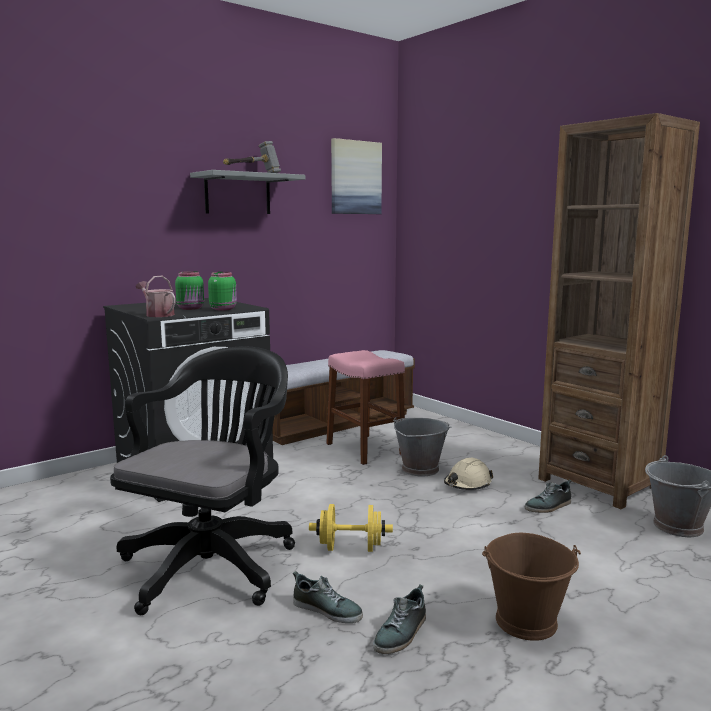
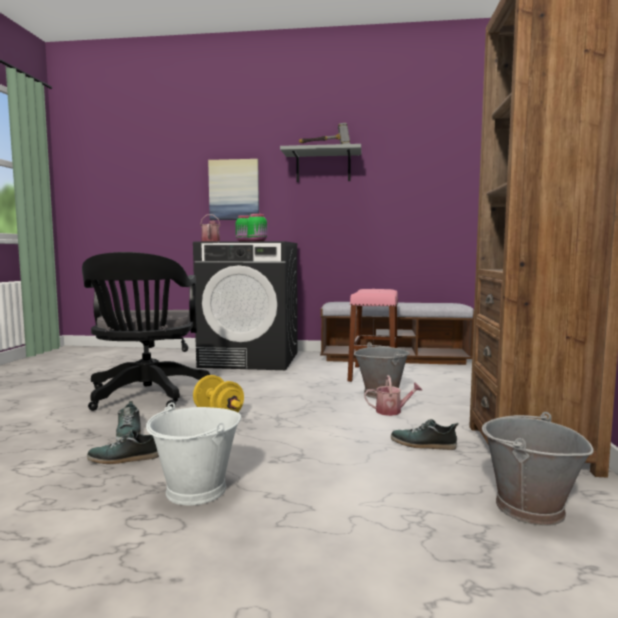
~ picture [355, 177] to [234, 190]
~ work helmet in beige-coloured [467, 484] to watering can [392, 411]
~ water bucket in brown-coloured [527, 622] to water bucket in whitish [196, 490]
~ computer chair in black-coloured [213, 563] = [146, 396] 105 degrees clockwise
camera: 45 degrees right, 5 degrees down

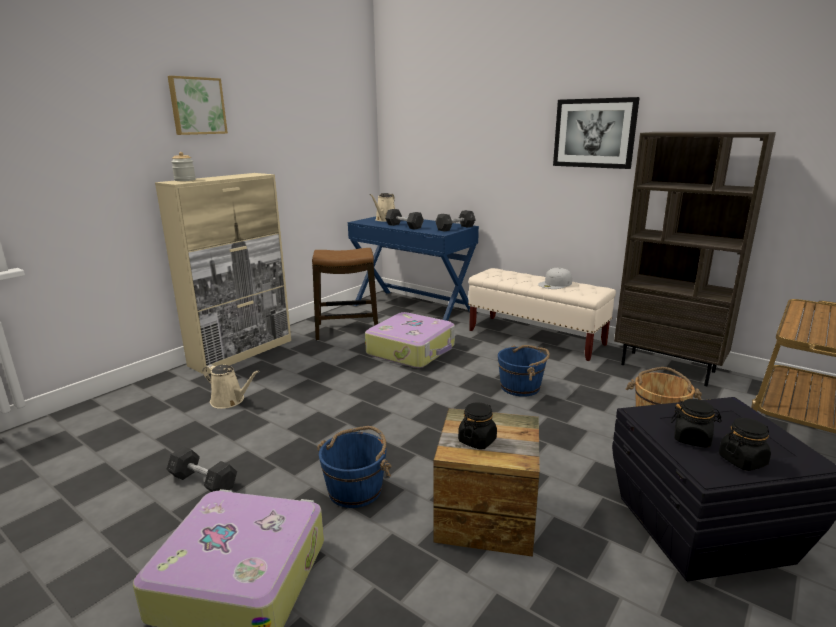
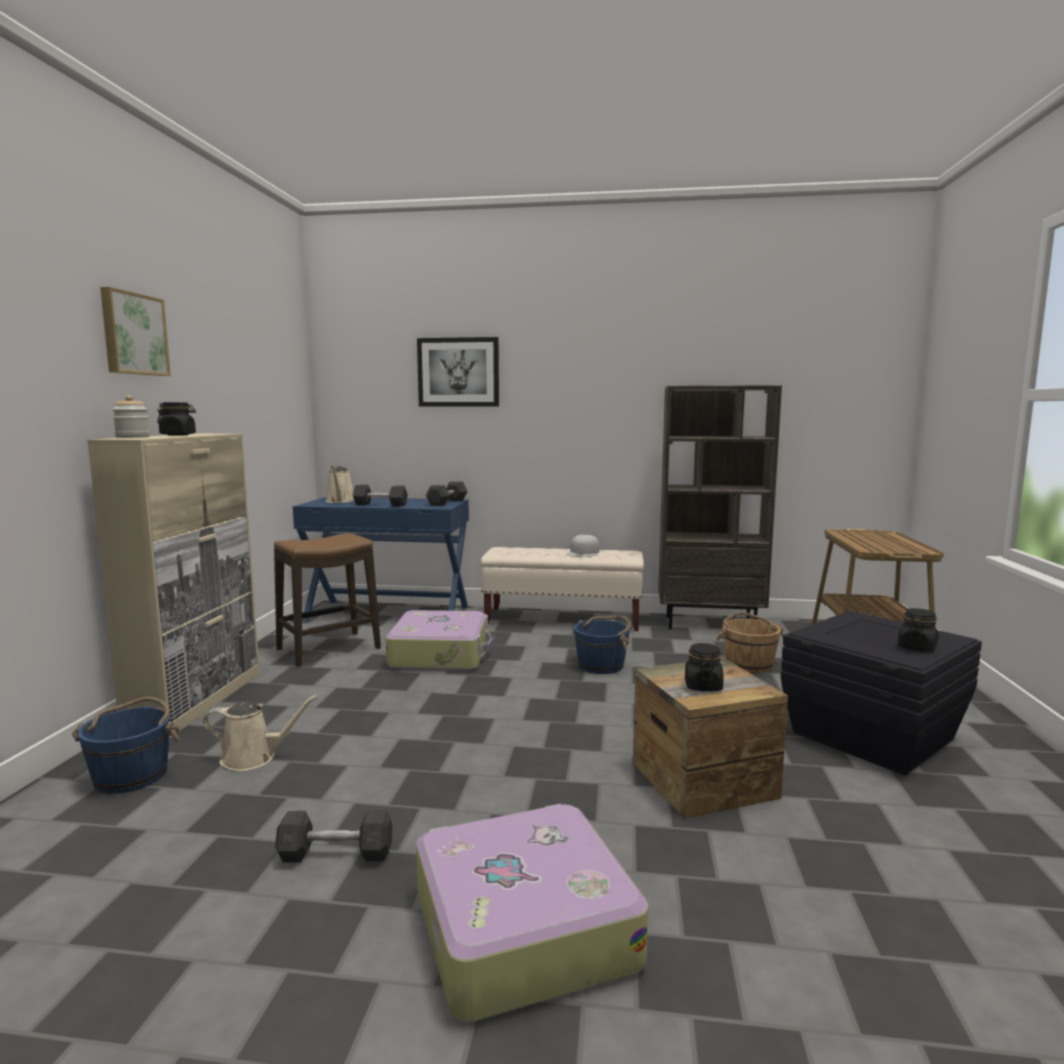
~ water bucket in blue-coloured [356, 489] to [132, 775]
~ picture [594, 133] to [458, 372]
~ preserve jar in black-coloured [692, 439] to [178, 435]
camera: 30 degrees left, 10 degrees down

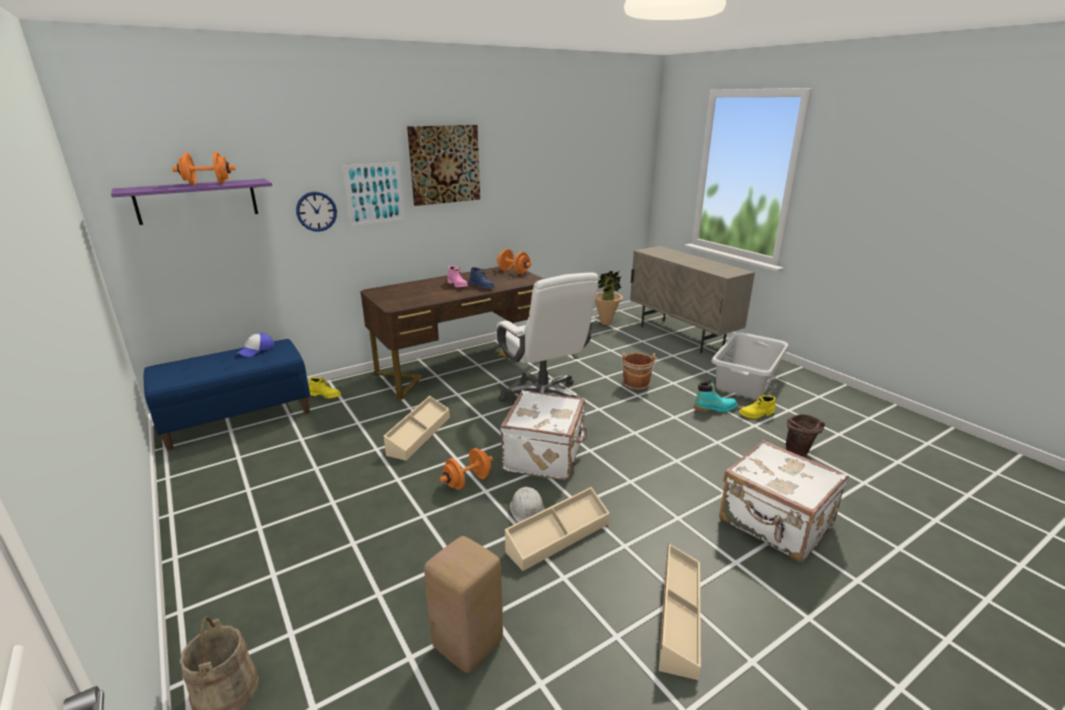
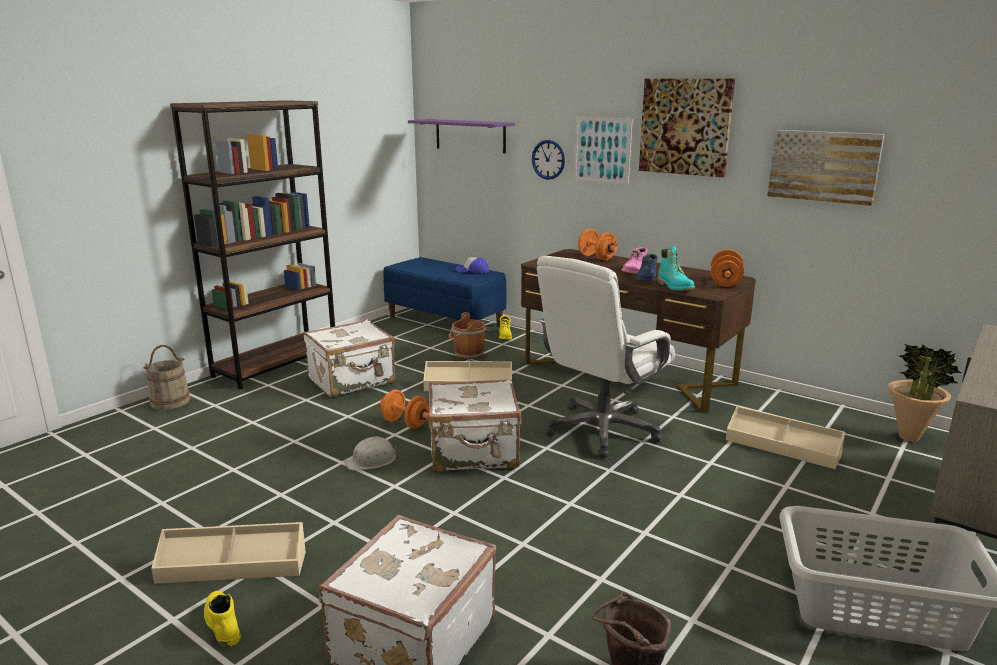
- stool seat in beige-coloured [466, 644]
+ bookshelf in brown-coloured [276, 364]
+ suitcase in whitish [352, 381]
+ picture [823, 166]
~ free weight in orange-coloured [208, 184] to [596, 257]
~ storage box in beige-coloured [557, 536] to [782, 447]
~ water bucket in brown-coloured [636, 385] to [467, 354]
~ high-top boot in blue-green [715, 408] to [675, 287]
~ high-top boot in yellow-coloured [756, 414] to [221, 624]
camera: 70 degrees right, 5 degrees down

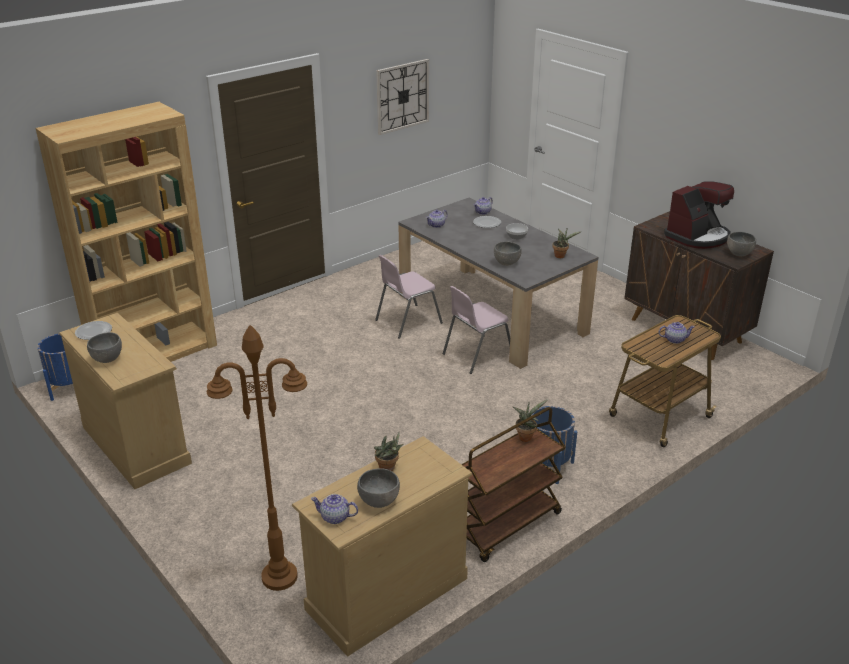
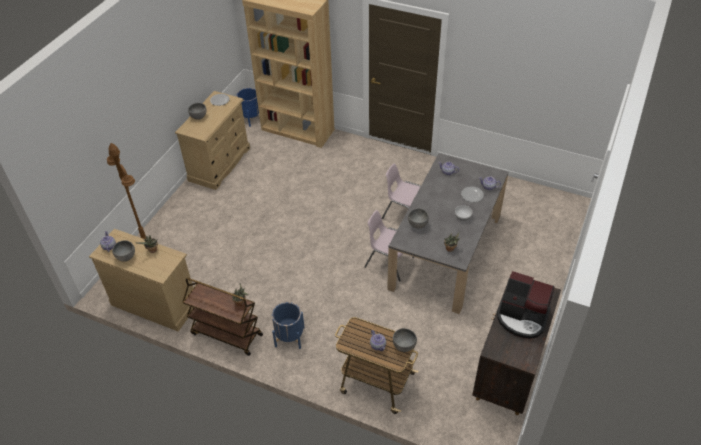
- hanging clock [402, 96]
~ serving bowl in gray [739, 254] to [404, 346]
camera: 65 degrees right, 15 degrees up

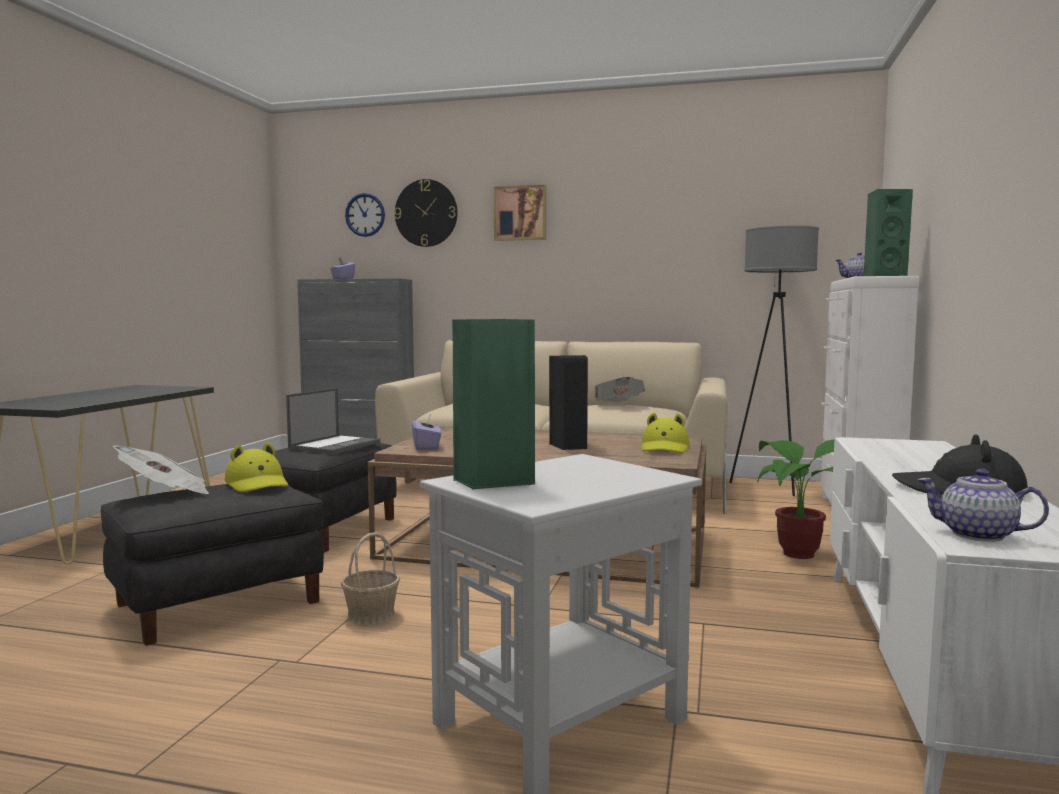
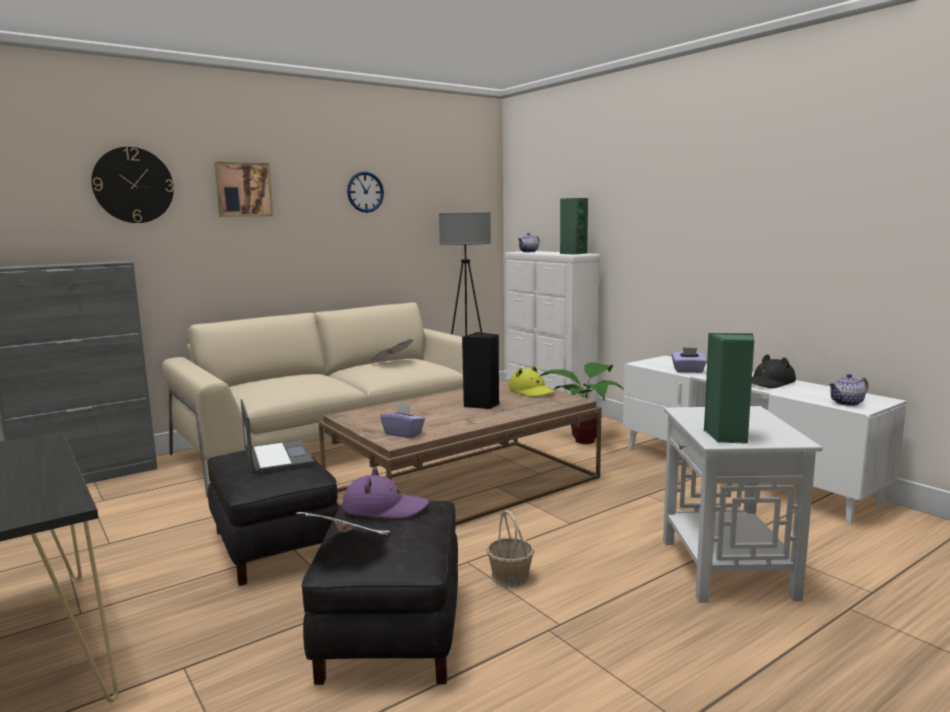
~ box of tissues in purple-coloured [342, 279] to [688, 371]
~ hanging clock [365, 215] to [365, 192]
~ clothing hat in yellow-coloured [258, 484] to clothing hat in purple-coloured [384, 508]
camera: 50 degrees left, 5 degrees up

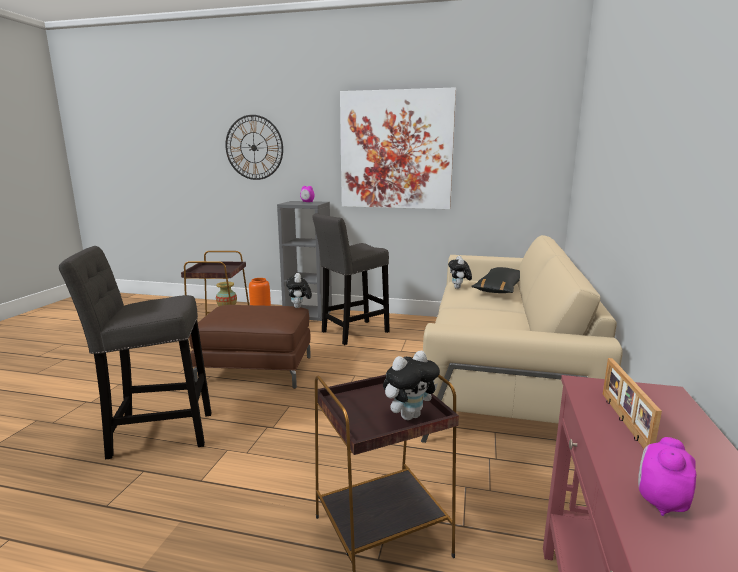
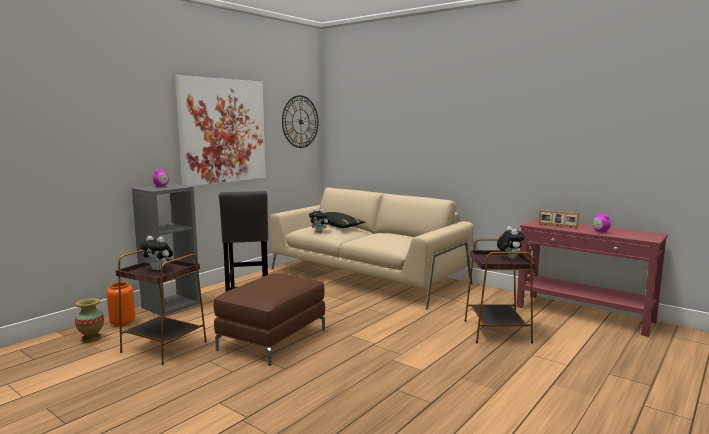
- stool seat in gray [156, 434]
~ hanging clock [254, 147] to [300, 121]
~ soft toy [299, 307] to [158, 269]
camera: 65 degrees left, 5 degrees down

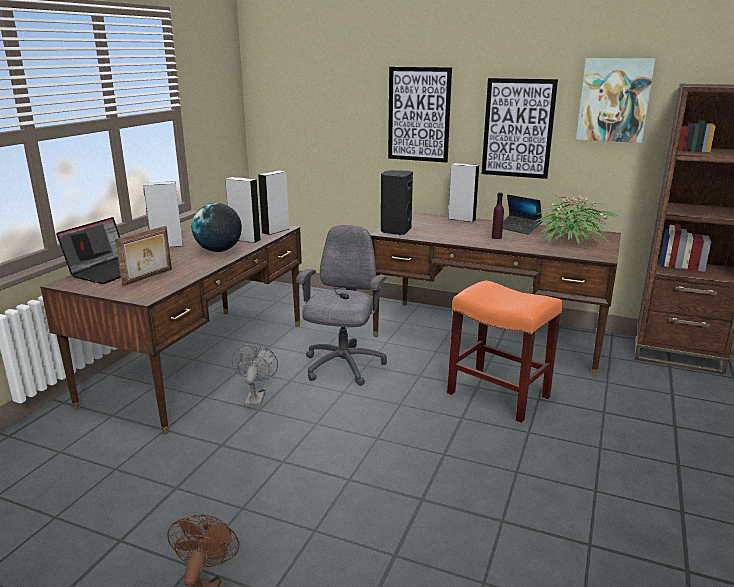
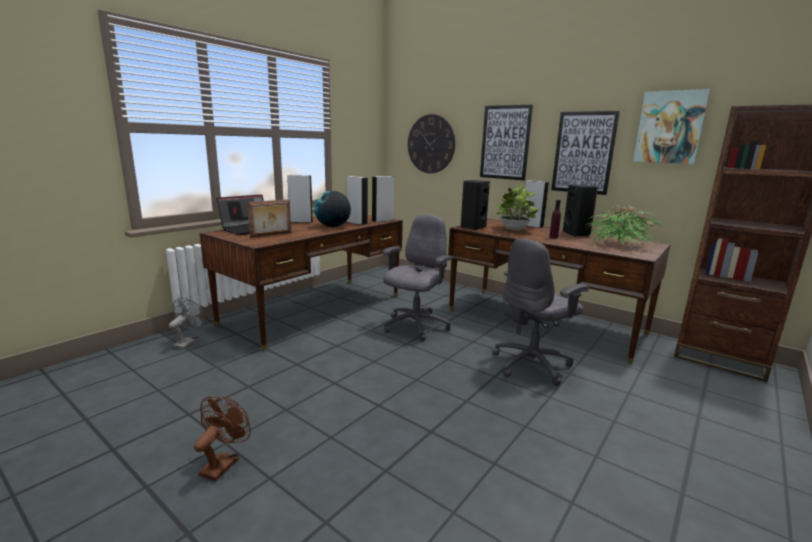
+ hanging clock [431, 144]
+ plant in a pot [514, 230]
~ electric fan in gray [255, 397] to [188, 342]
~ stool seat in orange-coloured [497, 395] to computer chair in gray [532, 365]
~ portable computer [519, 229] to loudspeaker in black-coloured [577, 234]
camera: 15 degrees right, 5 degrees down

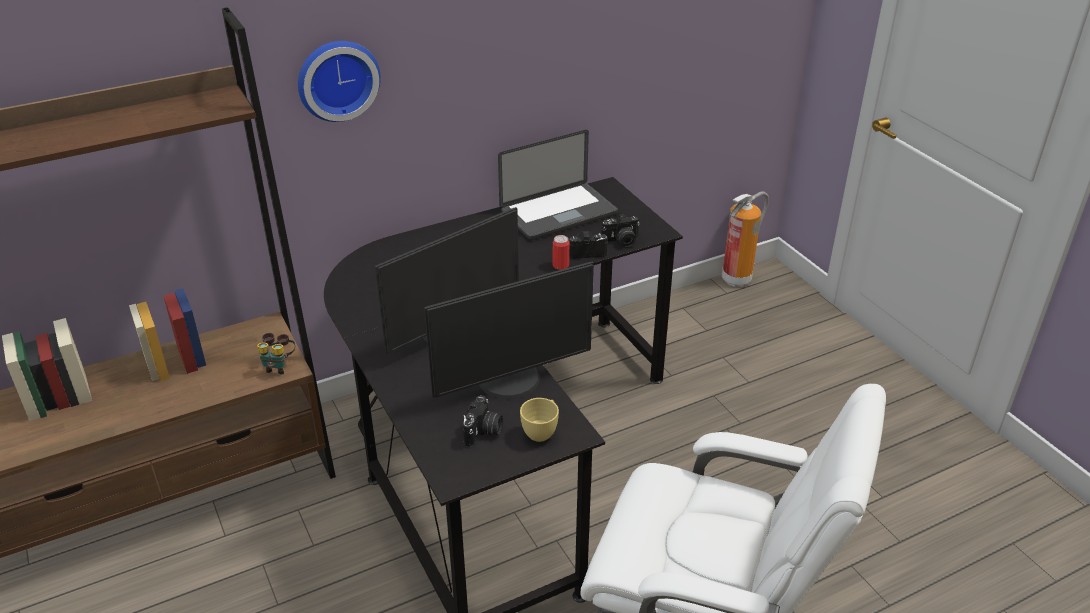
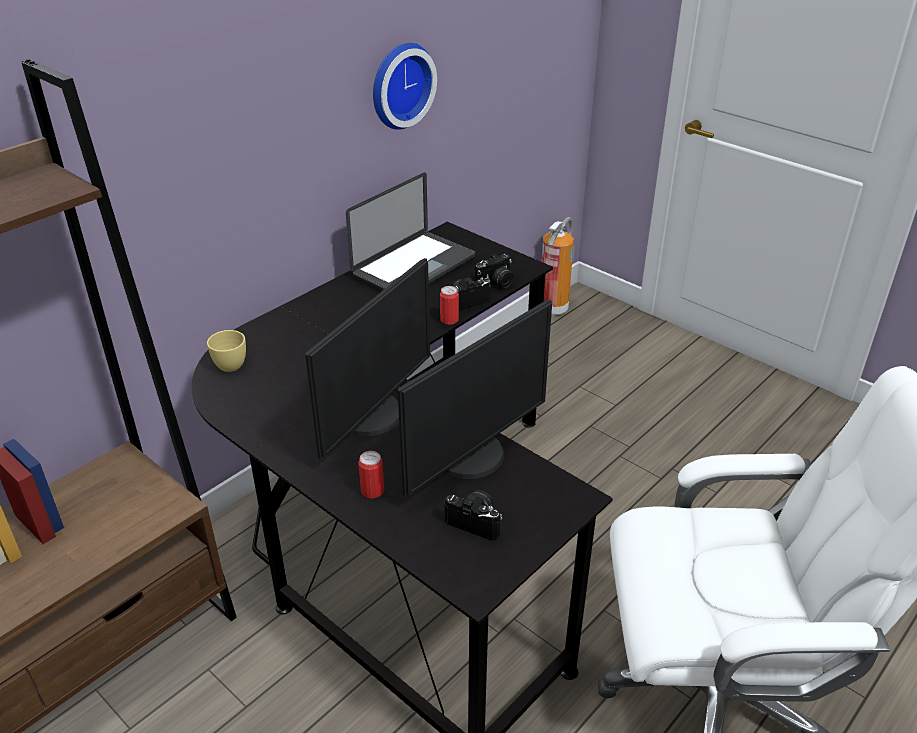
- pair of binoculars [279, 366]
+ sealed can [372, 491]
~ hanging clock [337, 79] to [399, 85]
~ cup in yellow-coloured [541, 431] to [232, 363]
~ photo camera [483, 431] = [476, 522] 60 degrees counterclockwise
camera: 20 degrees left, 0 degrees up

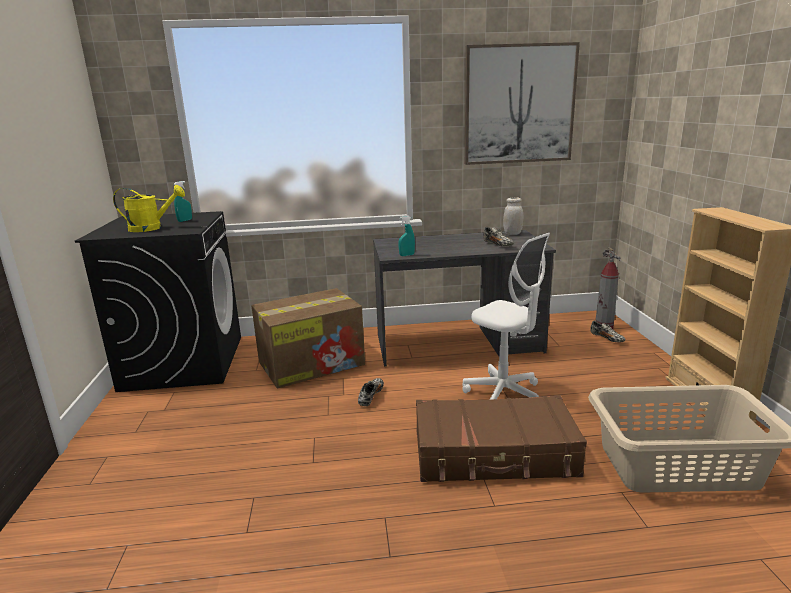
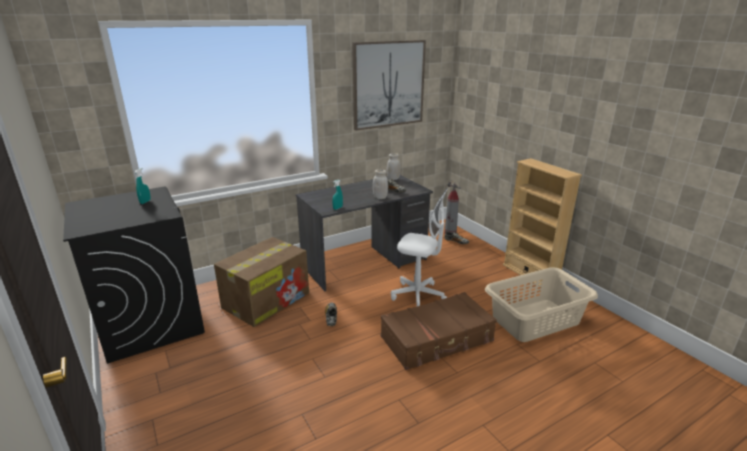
- watering can in yellow-coloured [151, 228]
+ preserve jar in whitish [380, 197]
camera: 25 degrees left, 5 degrees up

